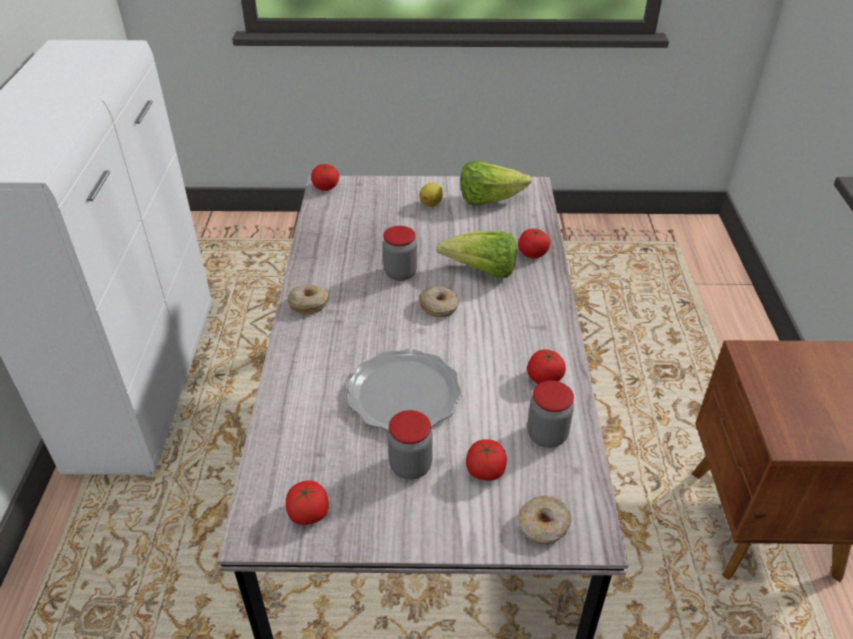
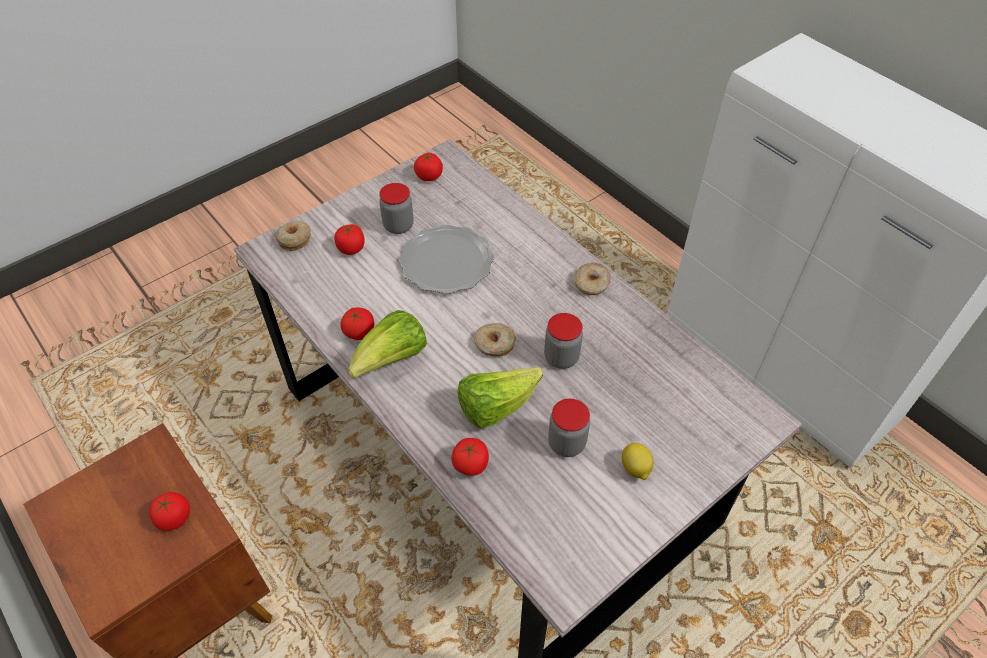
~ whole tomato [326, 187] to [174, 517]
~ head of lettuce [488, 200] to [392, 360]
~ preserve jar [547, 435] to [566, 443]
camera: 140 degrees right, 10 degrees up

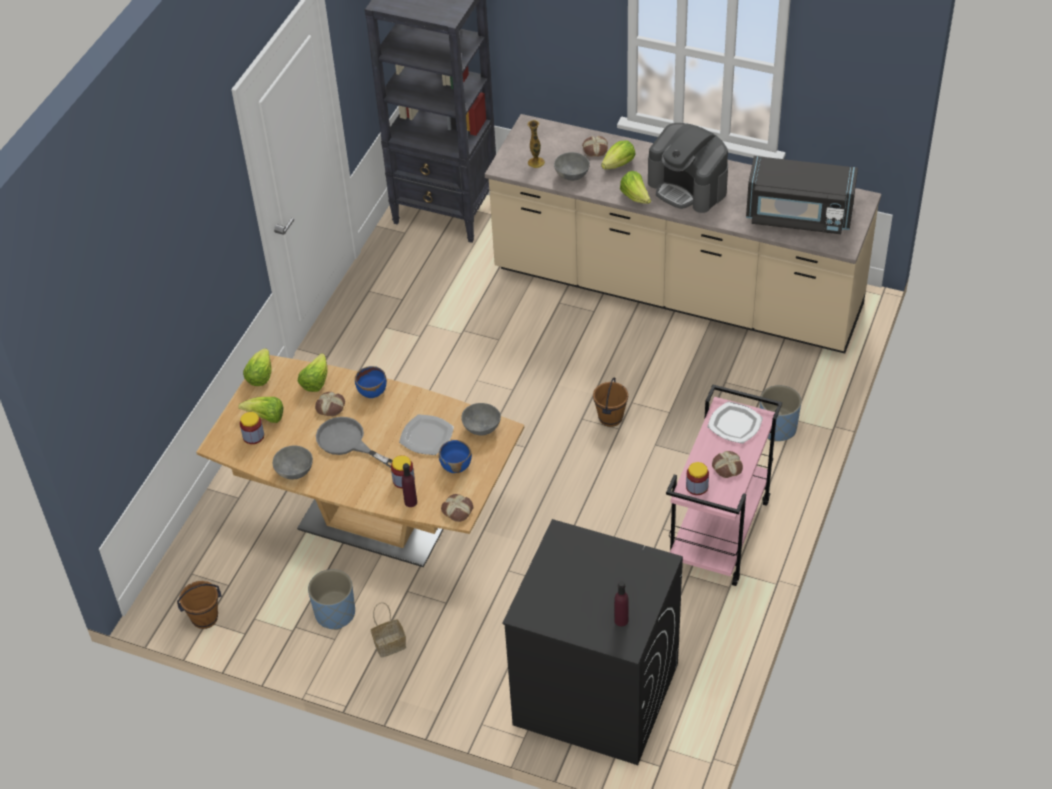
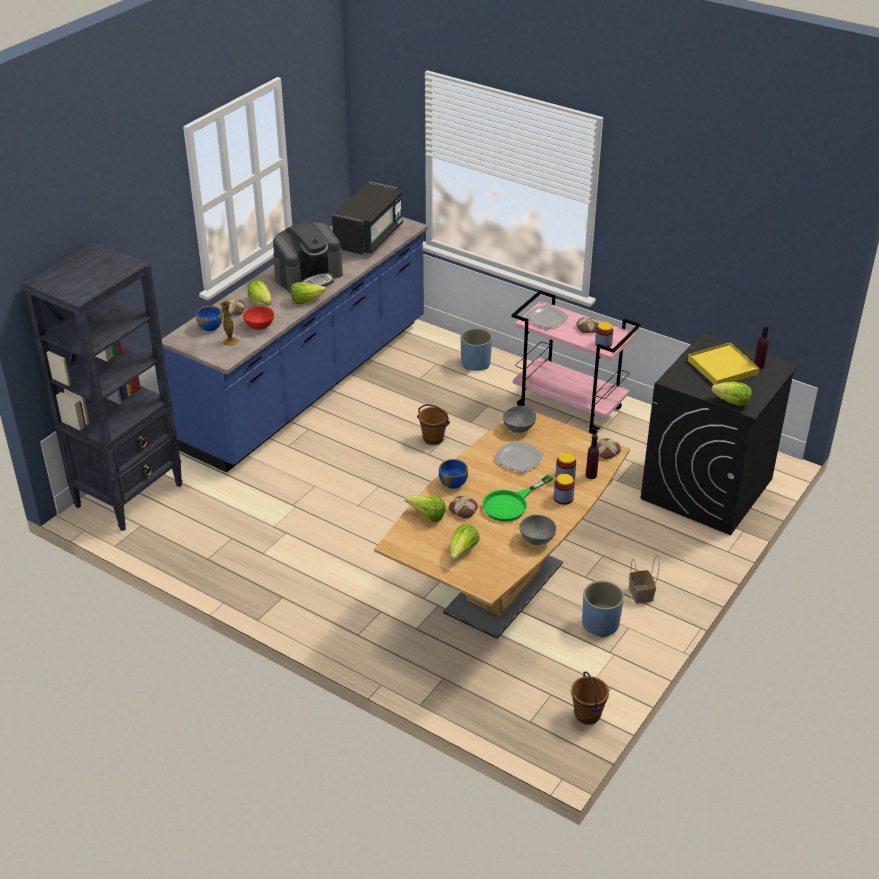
+ carrying tray in yellow-coloured [722, 367]
~ preserve jar [253, 436] to [563, 498]
~ head of lettuce [260, 376] to [732, 403]
~ serving bowl in blue-coloured [456, 465] to [210, 327]
~ skillet in gray [347, 442] to skillet in greenish [511, 504]
~ kitchen base unit in beige-coloured [676, 292] to kitchen base unit in blue-coloured [309, 384]
~ serving bowl in gray [571, 175] to serving bowl in red [259, 326]
camera: 80 degrees left, 10 degrees down

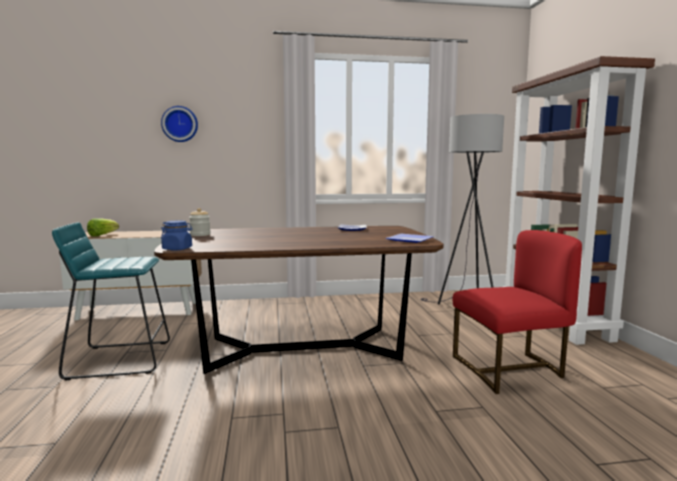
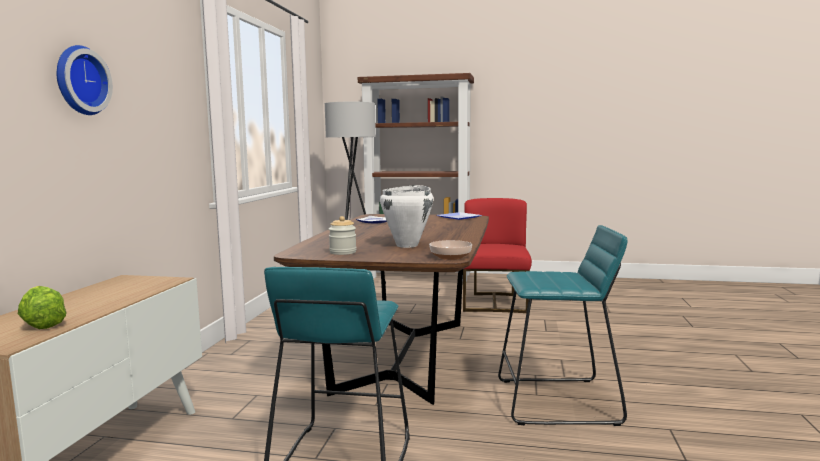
+ saucepot in whitish [407, 245]
+ stool seat in blue-green [557, 401]
~ preserve jar in blue-coloured [177, 249] to serving bowl [451, 257]
camera: 70 degrees left, 0 degrees up

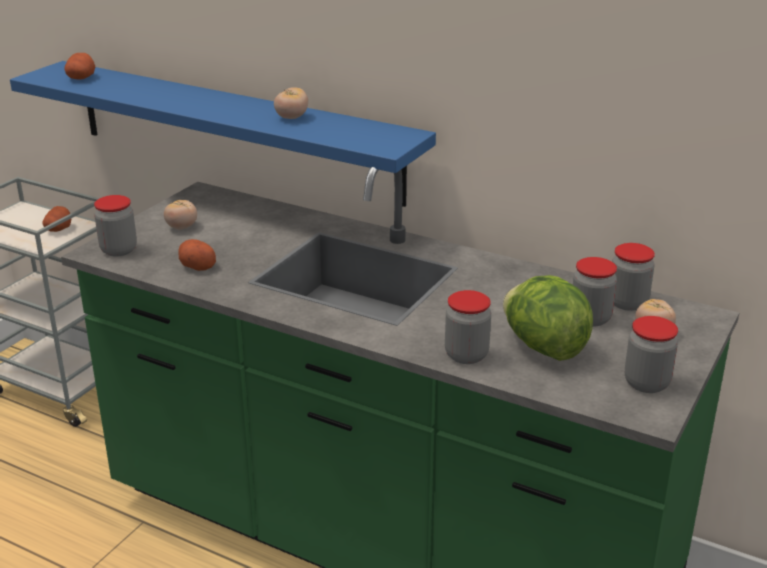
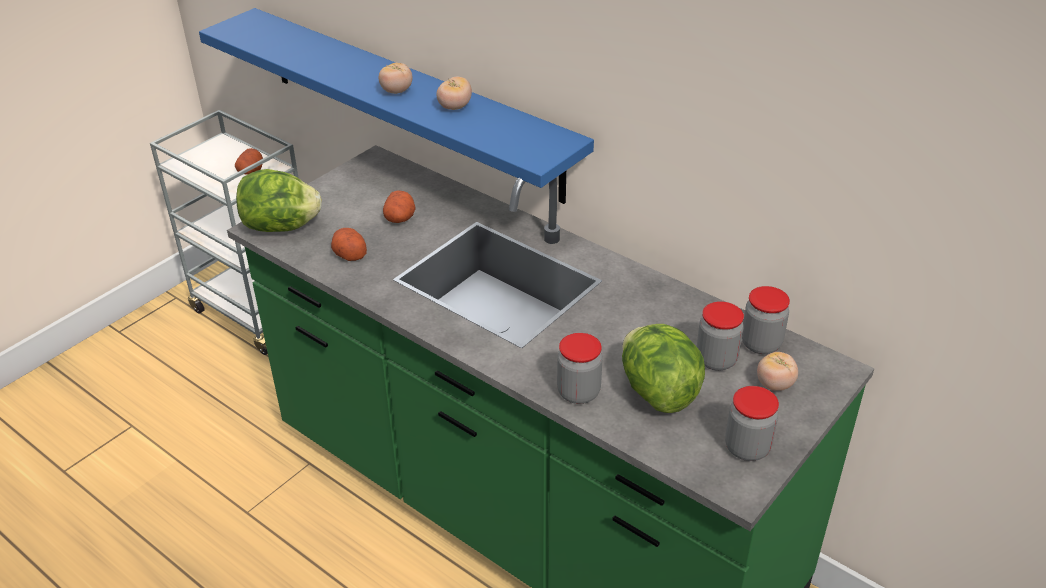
~ potato [81, 78] to [400, 218]
~ whole tomato [182, 227] to [396, 91]
~ preserve jar [119, 250] to head of lettuce [281, 227]
camera: 10 degrees right, 10 degrees up

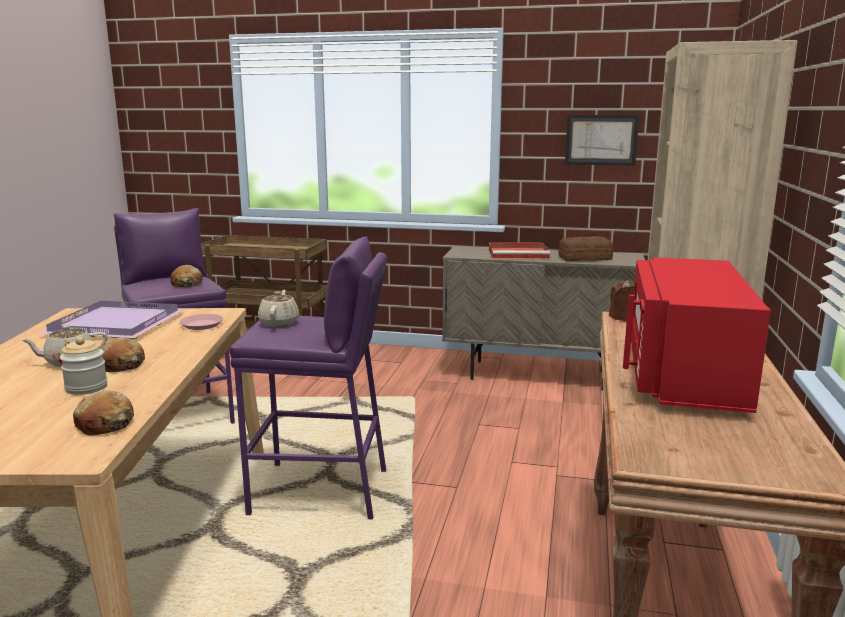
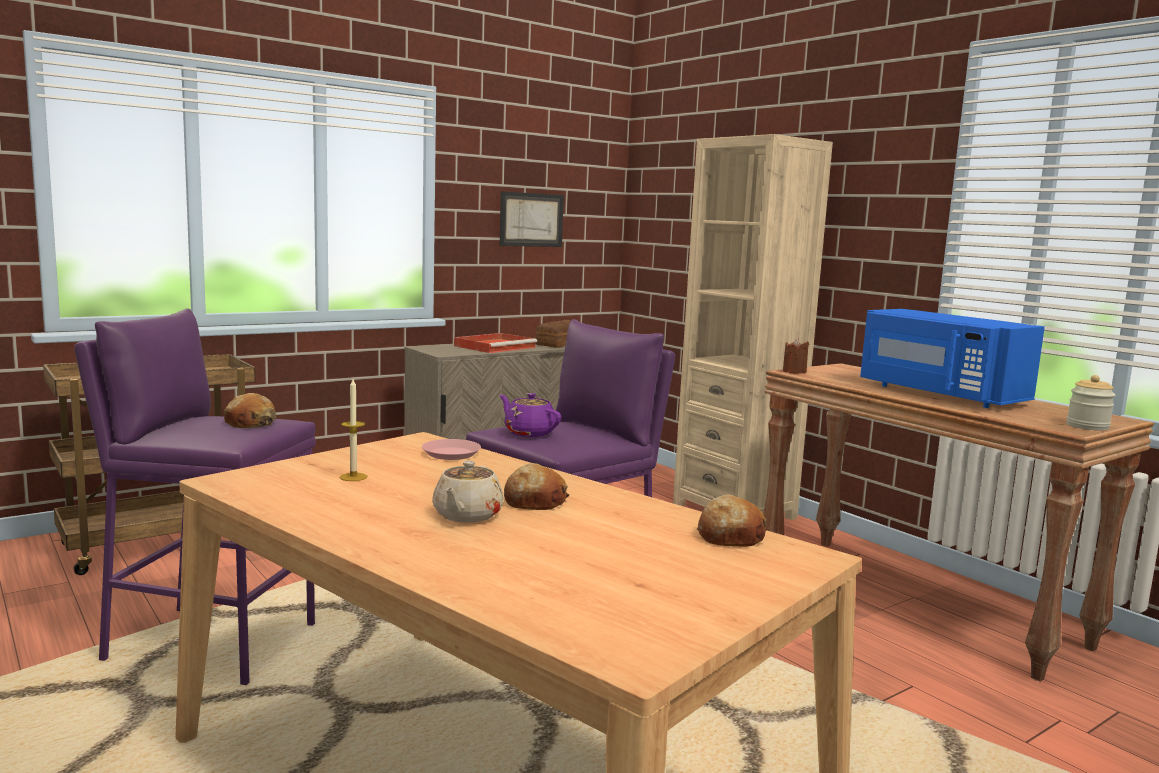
~ preserve jar [86, 388] to [1087, 426]
~ carrying tray in purple-coloured [117, 325] to wax light [353, 477]
~ tea pot in beige-coloured [279, 322] to tea pot in purple-coloured [529, 433]
~ microwave in red [682, 375] to microwave in blue-coloured [938, 394]
camera: 50 degrees left, 5 degrees down

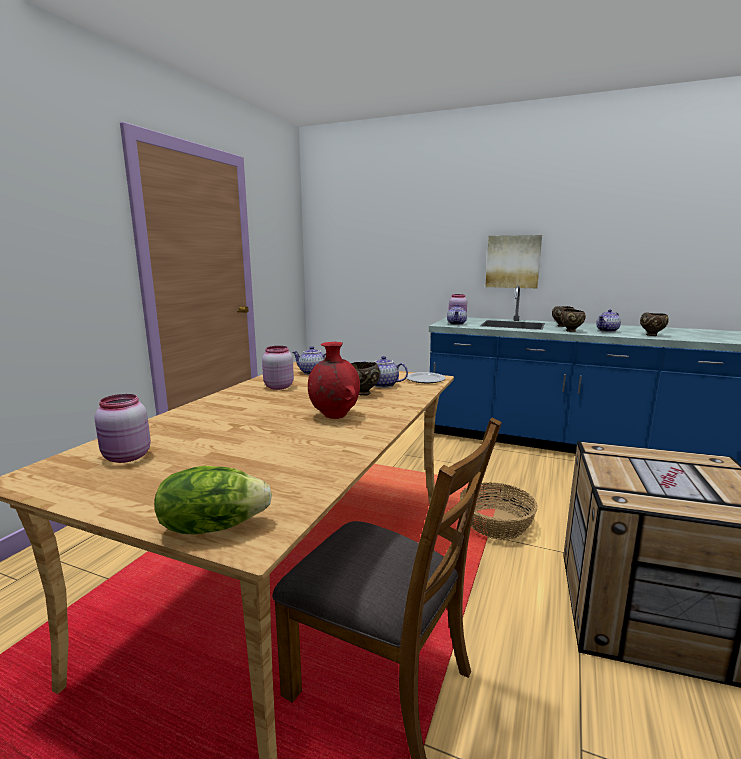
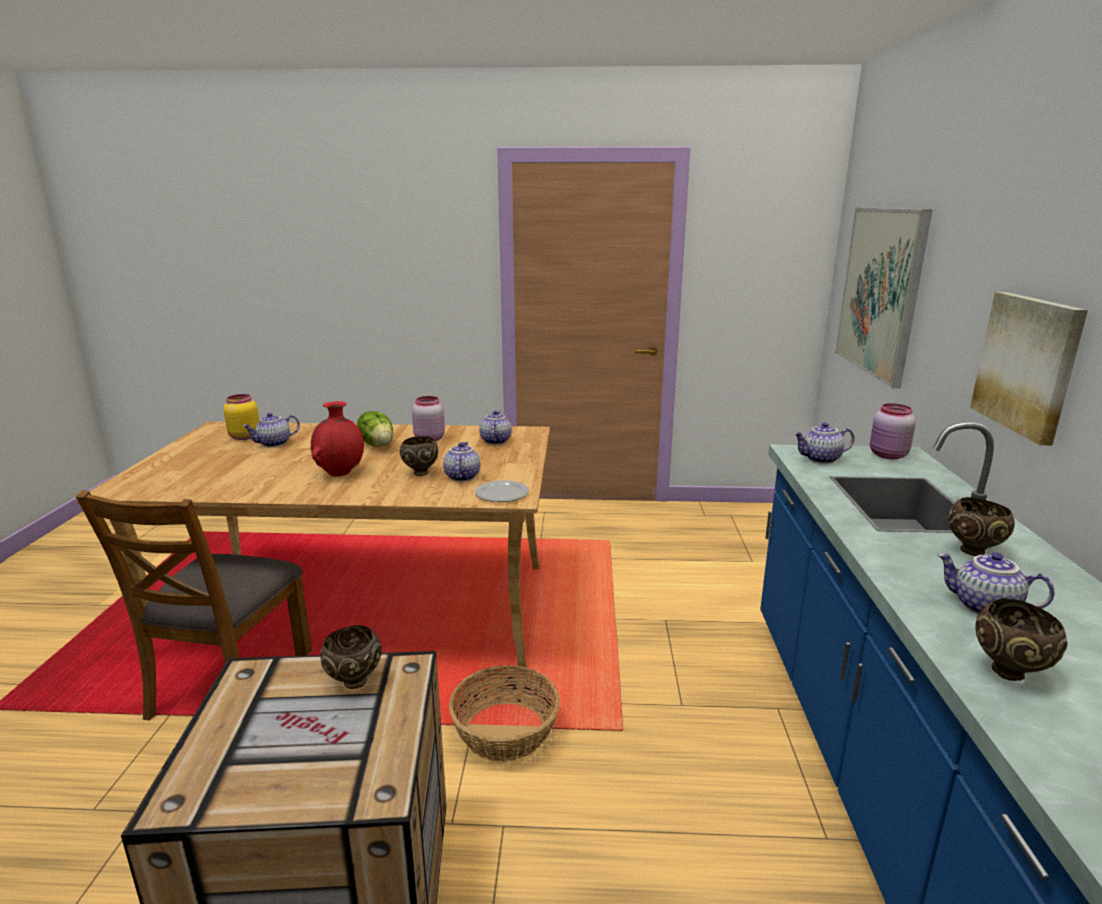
+ tea pot [274, 444]
+ picture [880, 291]
~ head of lettuce [213, 526] to [378, 444]
~ serving bowl in brown-coloured [571, 331] to [354, 683]
~ preserve jar in pinkish [126, 457] to preserve jar in yellow-coloured [243, 437]
camera: 70 degrees right, 5 degrees up

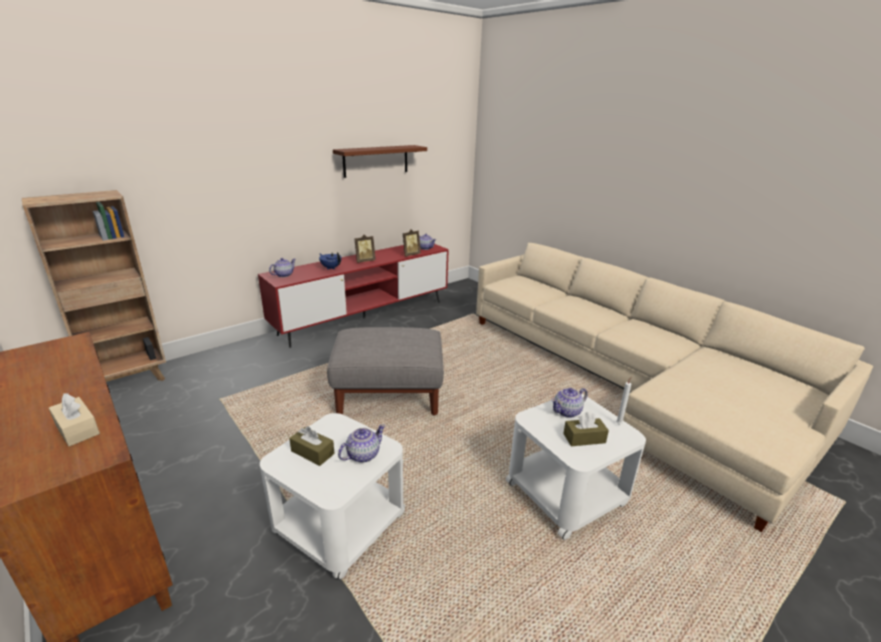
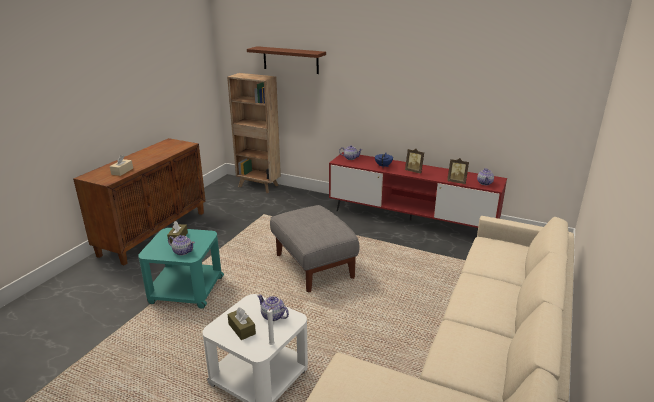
~ wall shelf in brown-coloured [376, 161] to [290, 60]
~ accent table in whitish [339, 524] to accent table in blue-green [186, 290]
camera: 65 degrees right, 0 degrees up

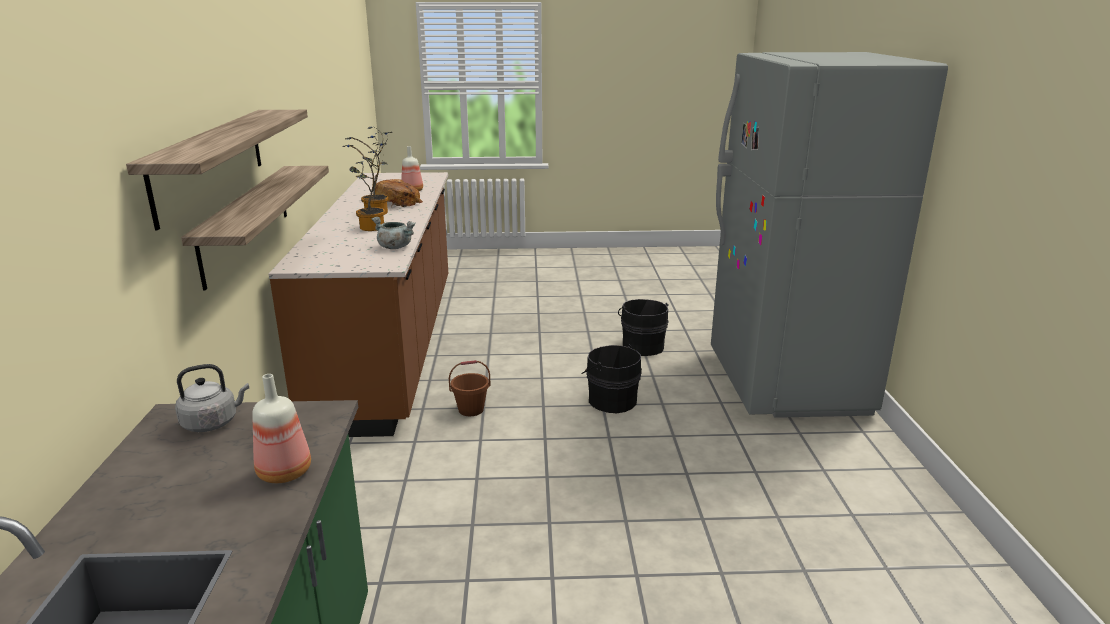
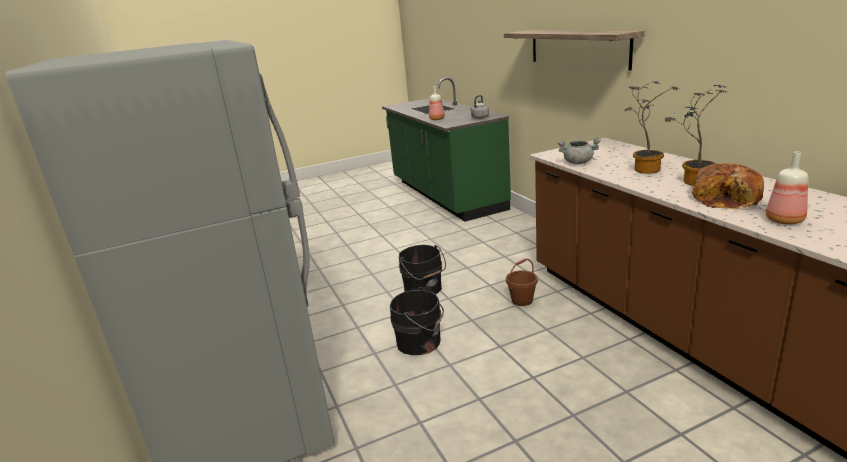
- wall shelf [246, 221]
~ water bucket in black-coloured [642, 346] to [423, 289]
camera: 160 degrees right, 0 degrees up

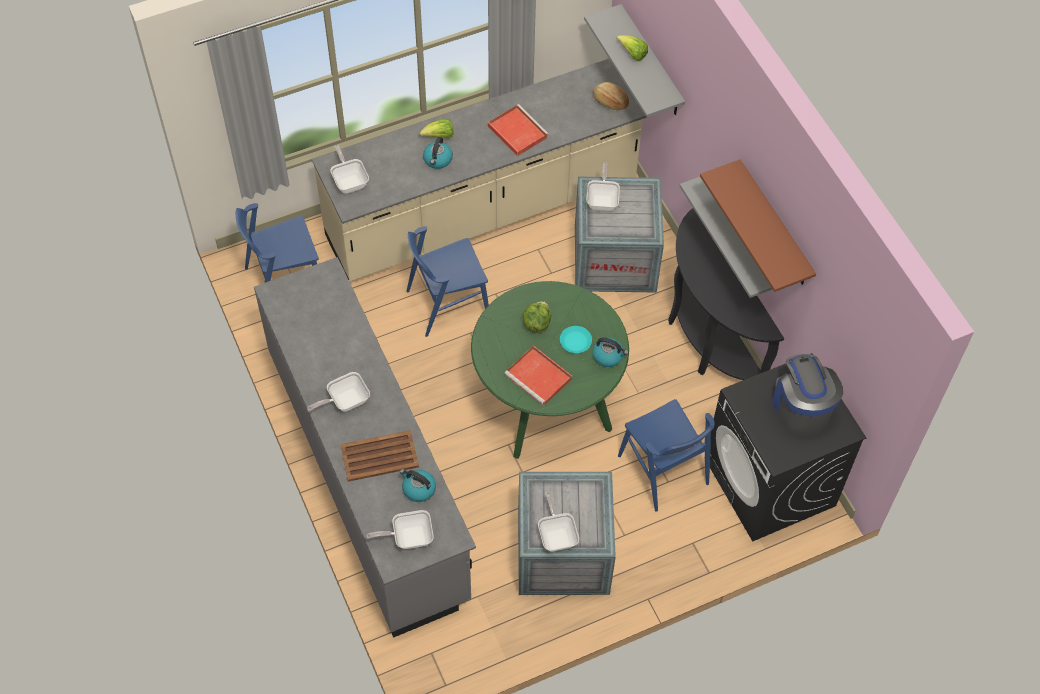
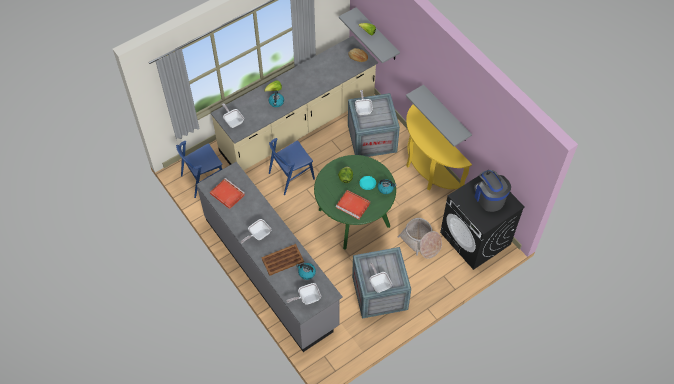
- wall shelf in brown-coloured [774, 226]
~ carrying tray in red [516, 131] to [226, 194]
~ plain chair in blue-coloured [663, 470] to basket [420, 242]
~ narrow table in black-coloured [706, 338] to narrow table in yellow-coloured [427, 171]
camera: 10 degrees left, 0 degrees up

